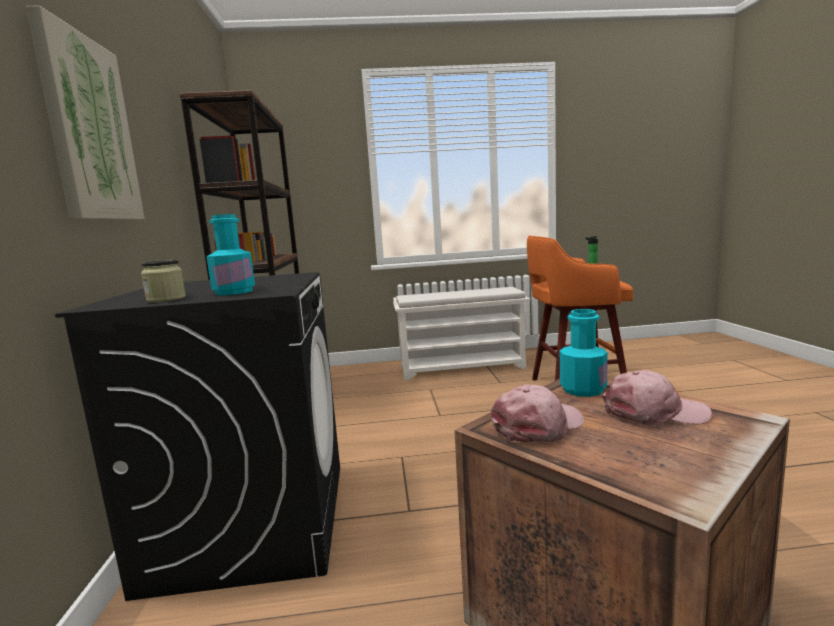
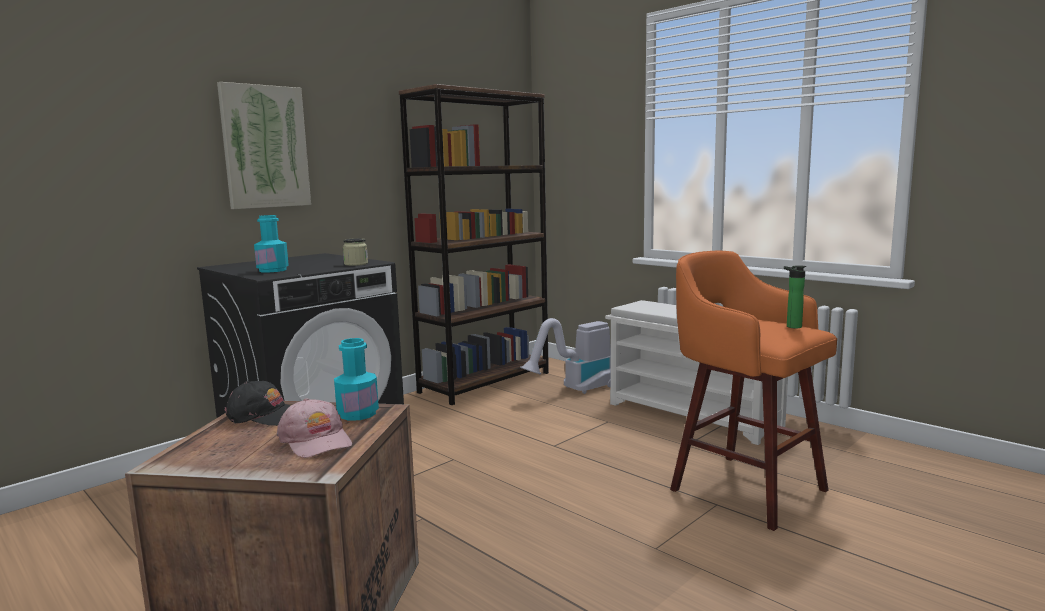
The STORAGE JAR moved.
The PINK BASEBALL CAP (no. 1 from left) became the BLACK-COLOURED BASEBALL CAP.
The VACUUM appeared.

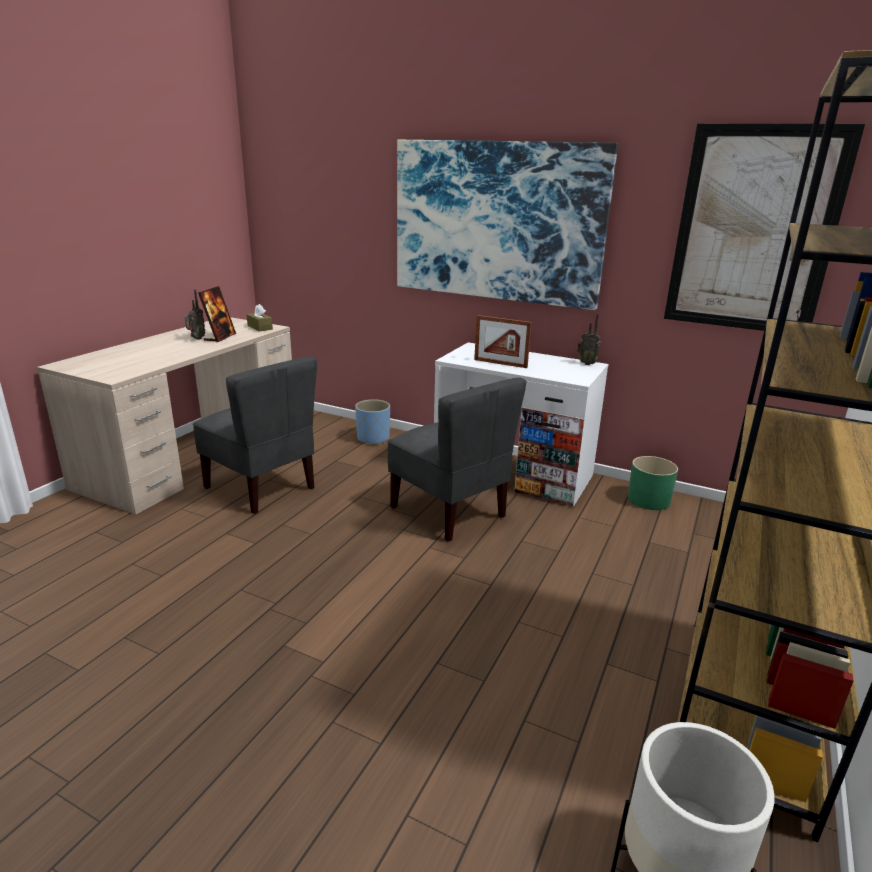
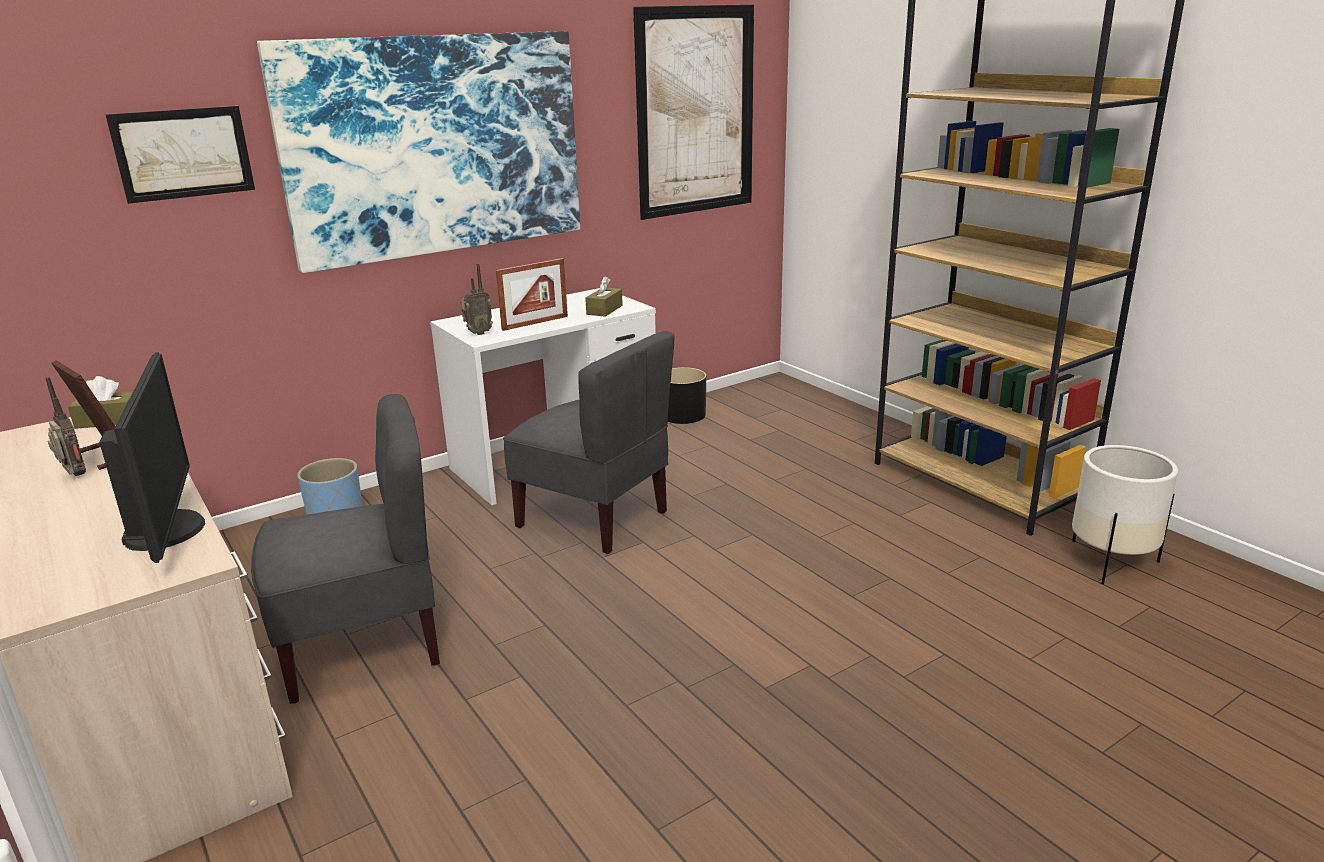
The RADIO RECEIVER (no. 2 from left) moved.
The GREY CHAIR (no. 2 from left) turned 45 degrees clockwise.
The GREEN-COLOURED PLANTER became the BLACK-COLOURED PLANTER.
The WALL PICTURE (no. 1 from left) appeared.
The BROWN TISSUE BOX (no. 2 from left) appeared.
The COMPUTER DISPLAY appeared.

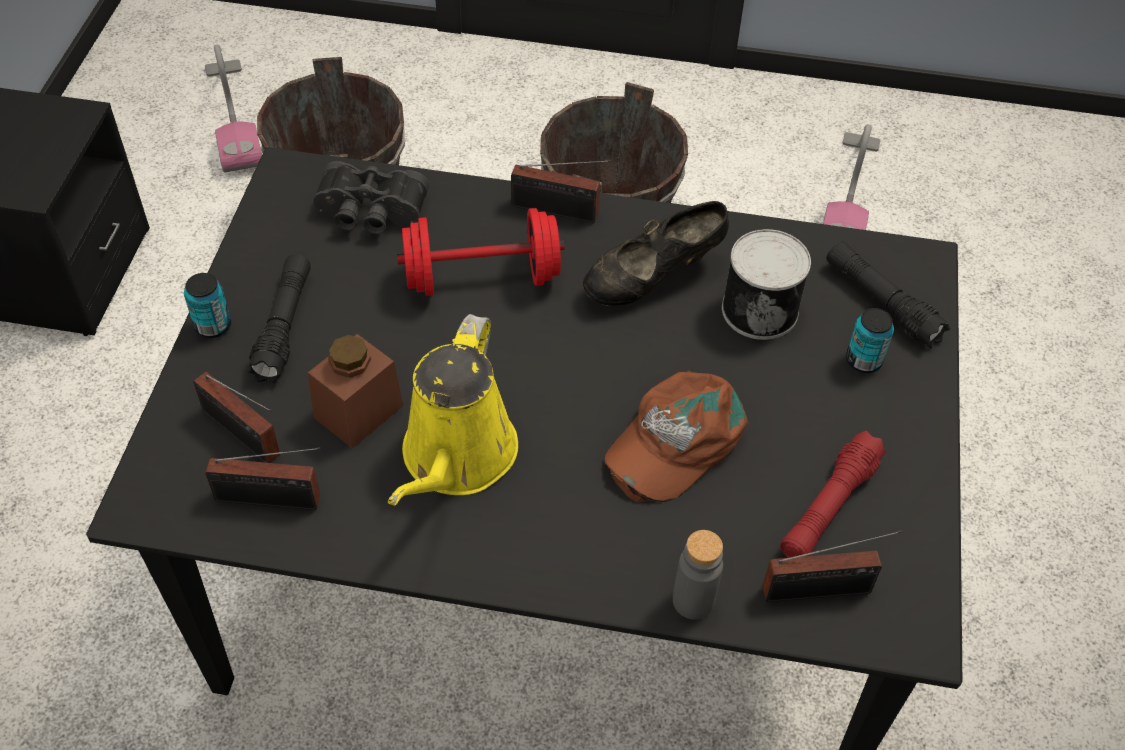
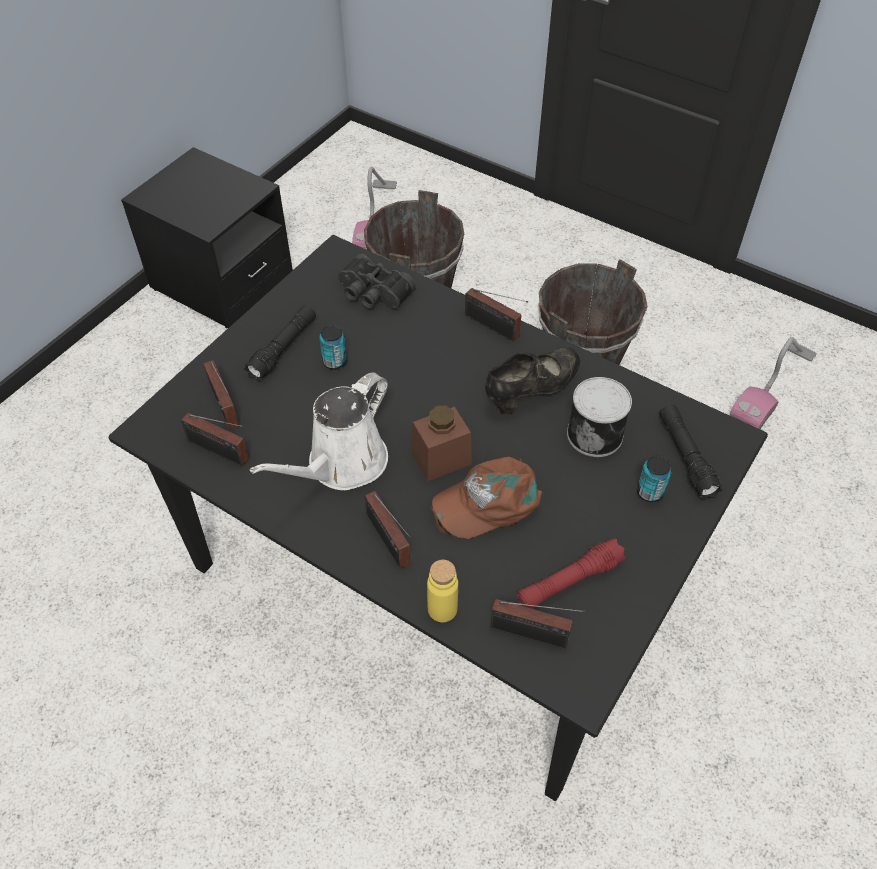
The BLACK-COLOURED LOW SHOE turned 150 degrees clockwise.
The RED-COLOURED DUMBBELL disappeared.
The METAL CAN (no. 1 from left) moved.
The YELLOWISH WATERING POT became the WHITE WATERING POT.
The BROWN STORAGE JAR moved.
The GREY DRINK BOTTLE became the YELLOWISH DRINK BOTTLE.
The RADIO RECEIVER (no. 3 from left) appeared.

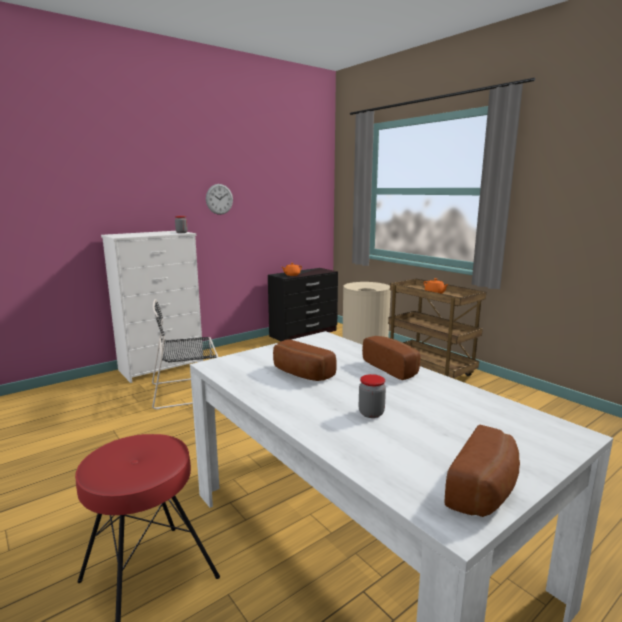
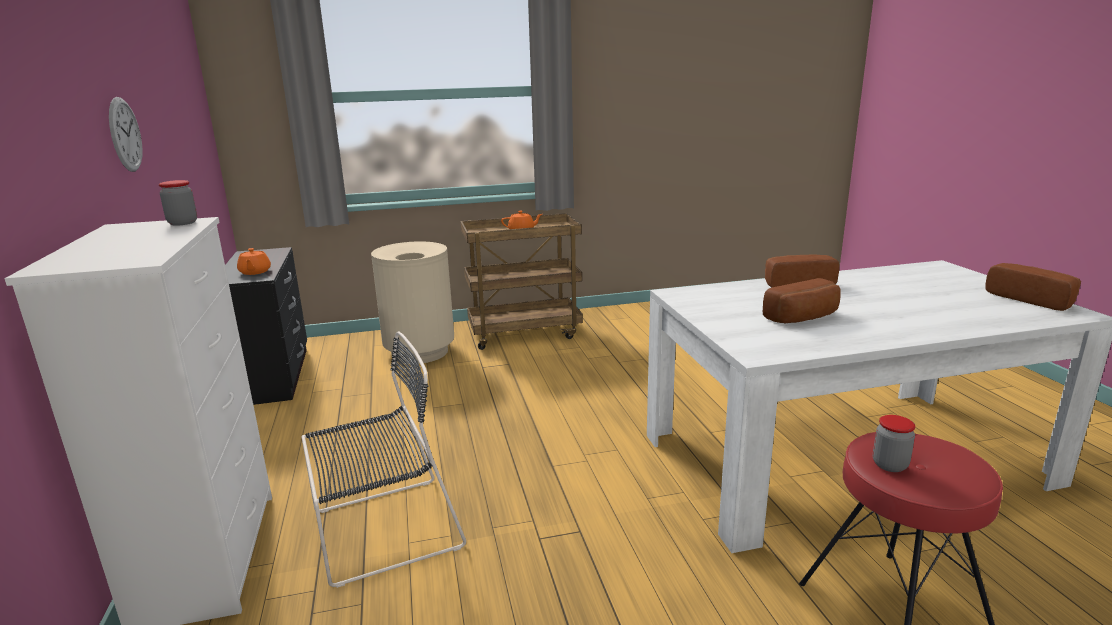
The BLACK-COLOURED CHAIR turned 120 degrees counterclockwise.
The STORAGE JAR (no. 2 from left) moved.

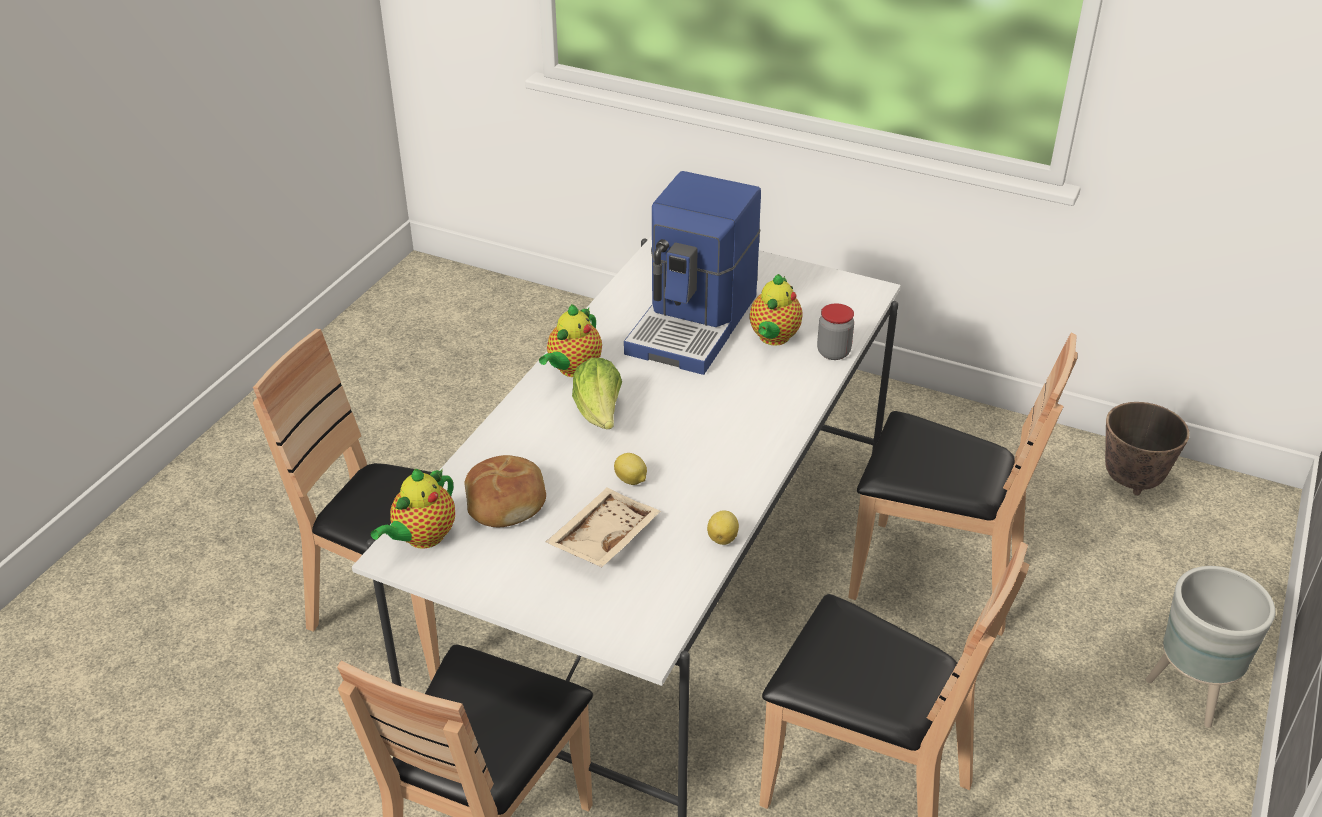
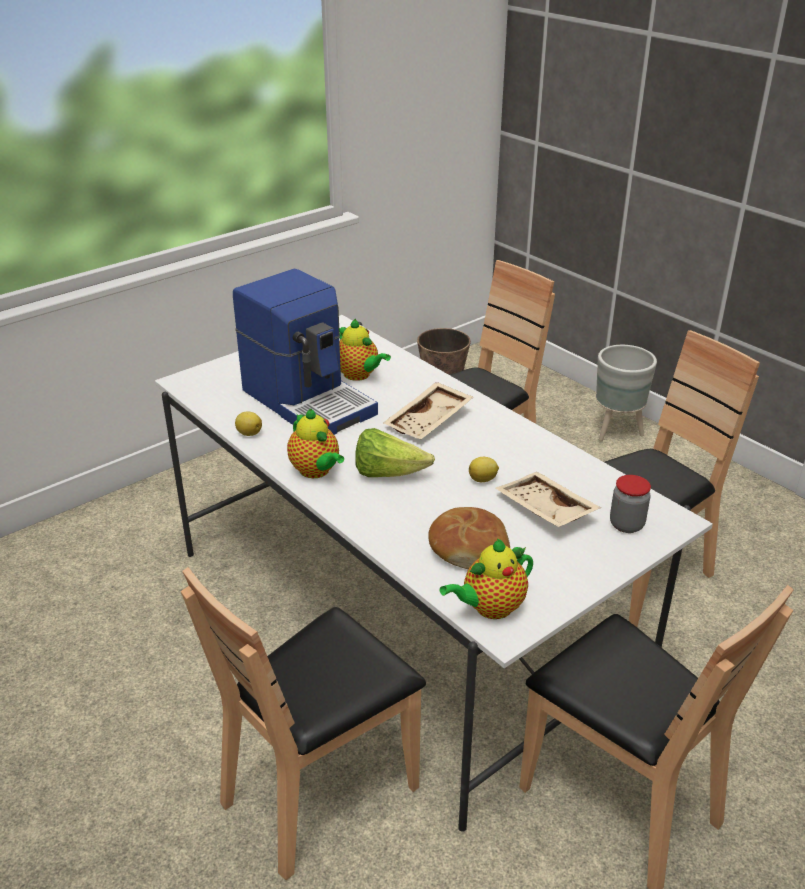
The STORAGE JAR moved.
The TEA POT (no. 1 from left in the first image) turned 90 degrees clockwise.
The LEMON (no. 2 from left in the first image) moved.
The SAND-COLOURED TRAY (no. 1 from left) appeared.

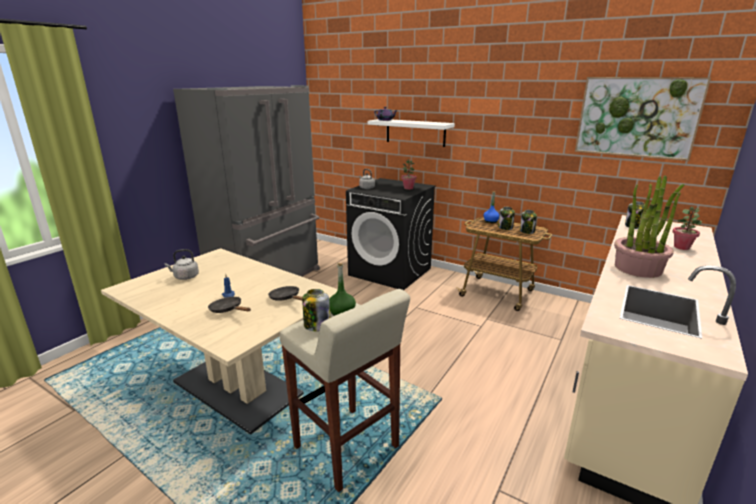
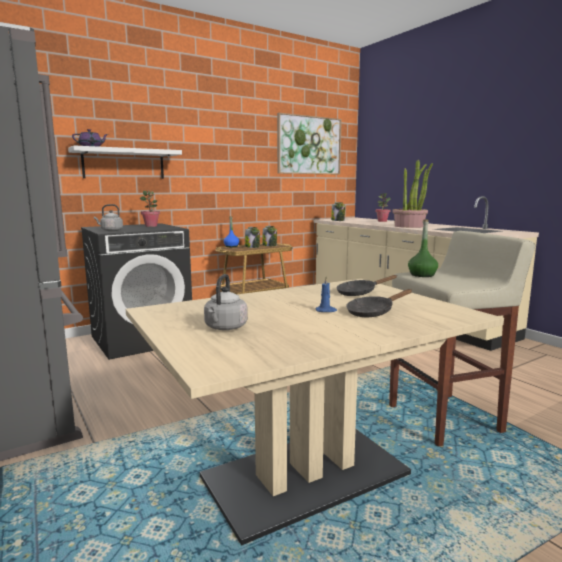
The STORAGE JAR (no. 1 from left) disappeared.

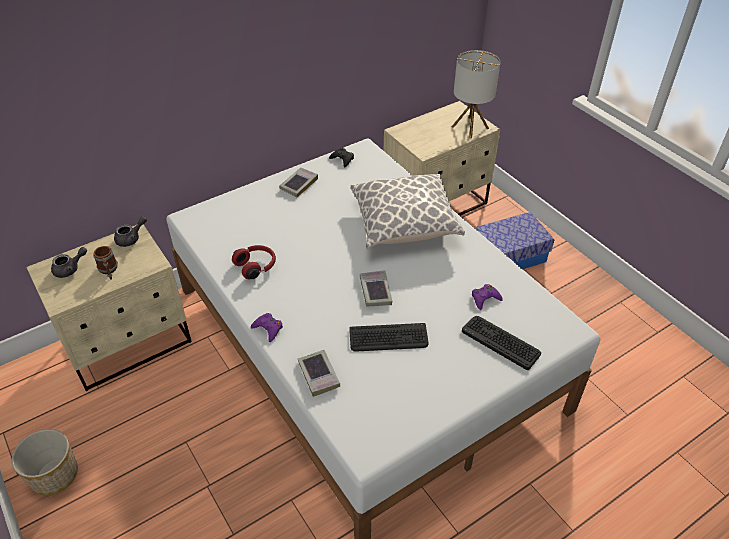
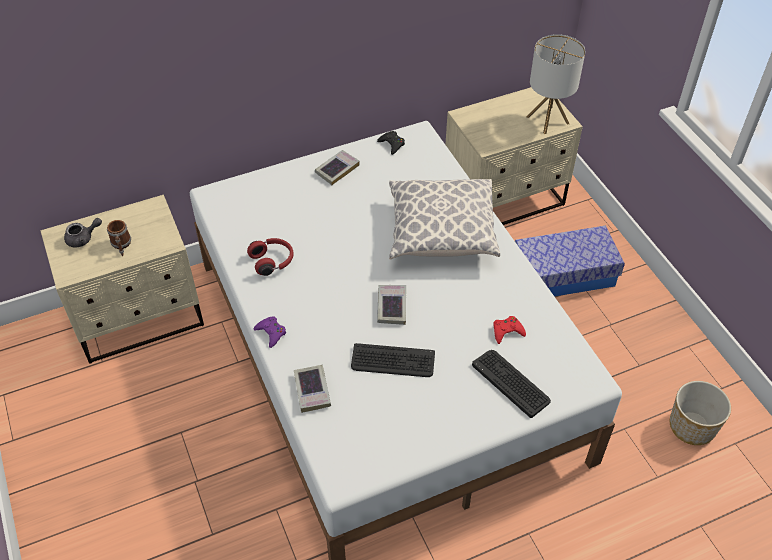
The GREY TEA POT (no. 2 from left) disappeared.
The PURPLISH GAMEPAD (no. 2 from left) became the RED-COLOURED GAMEPAD.
The PLANTER moved.

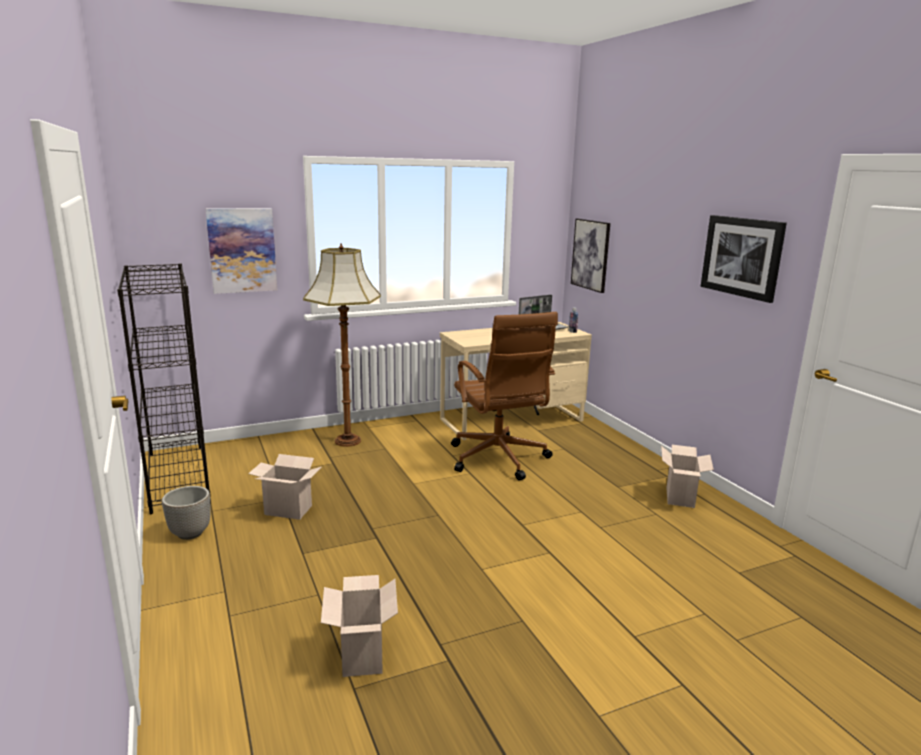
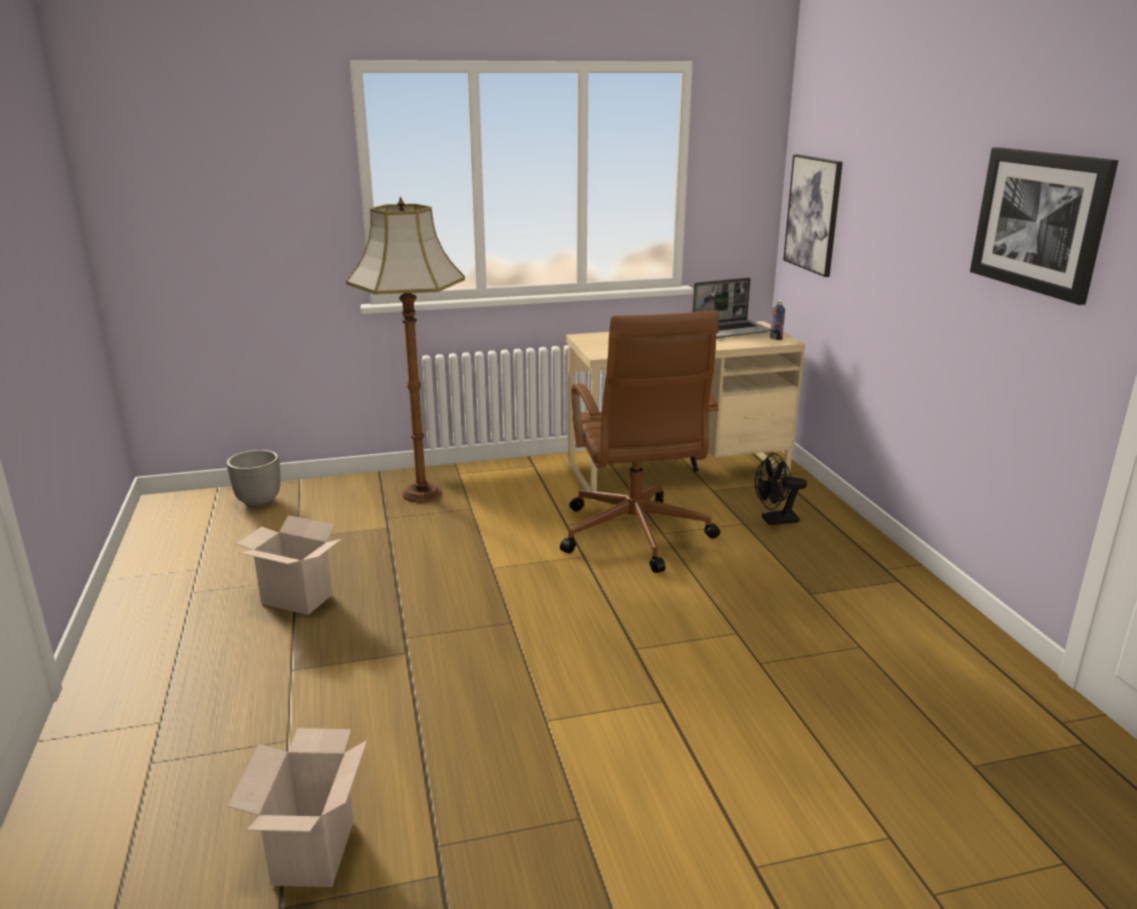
The WALL PICTURE (no. 1 from left) disappeared.
The BLACK-COLOURED BOOKSHELF disappeared.
The CARTON (no. 3 from left) disappeared.
The PLANTER moved.
The BLACK-COLOURED FAN appeared.

